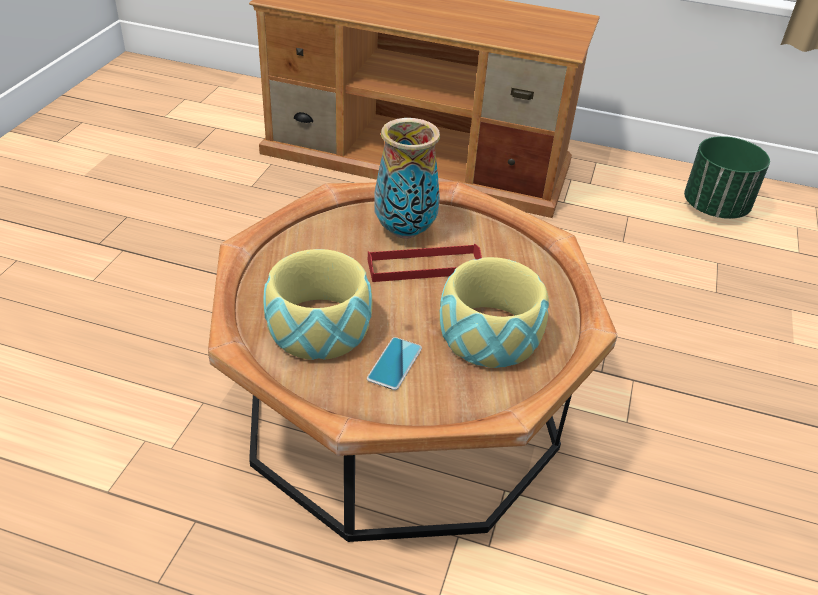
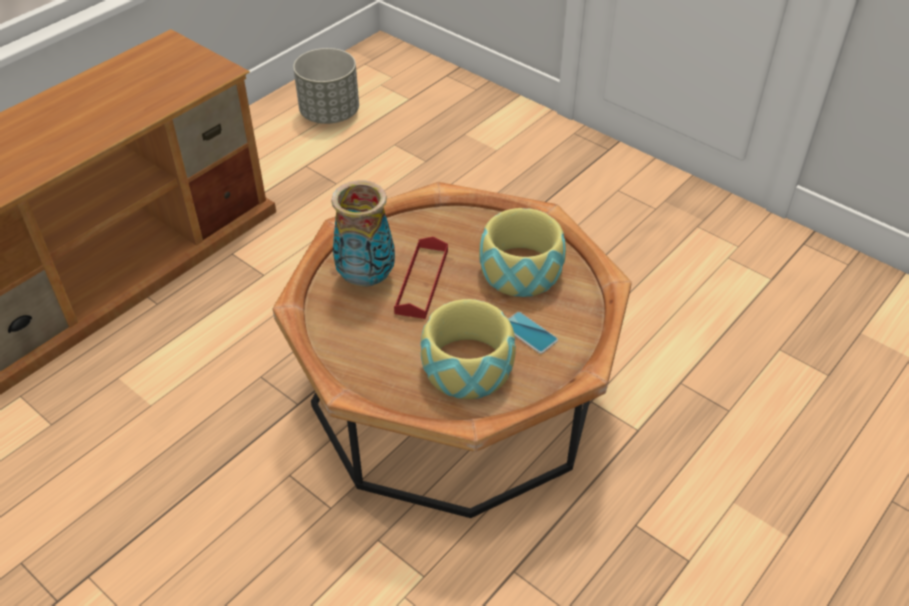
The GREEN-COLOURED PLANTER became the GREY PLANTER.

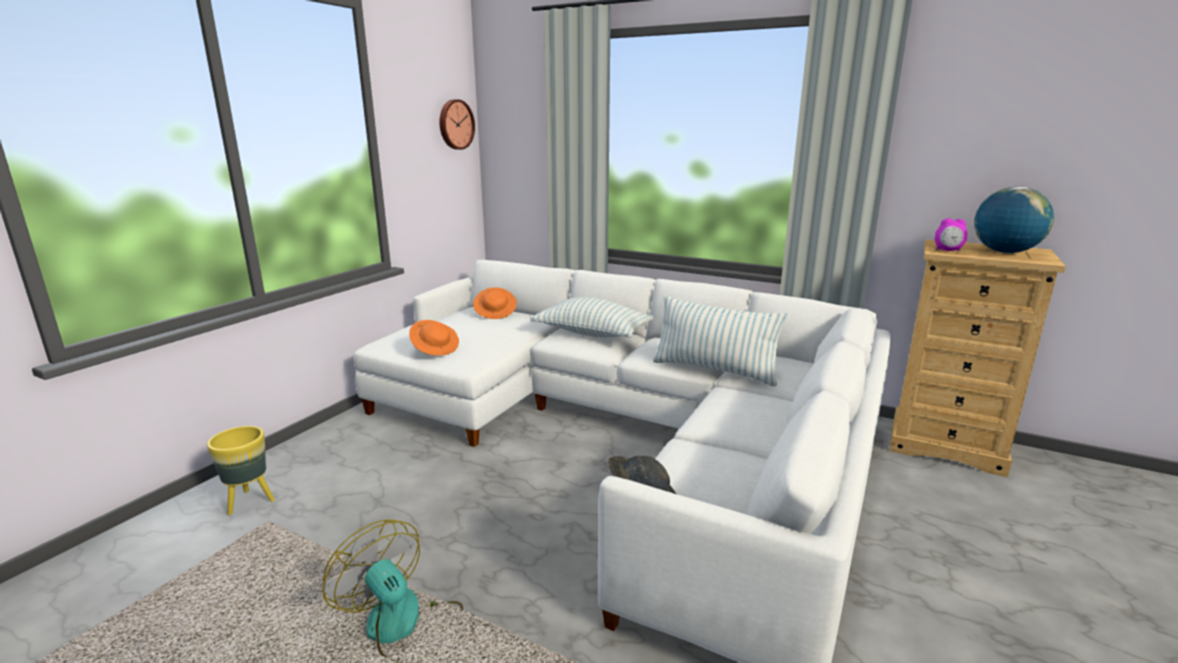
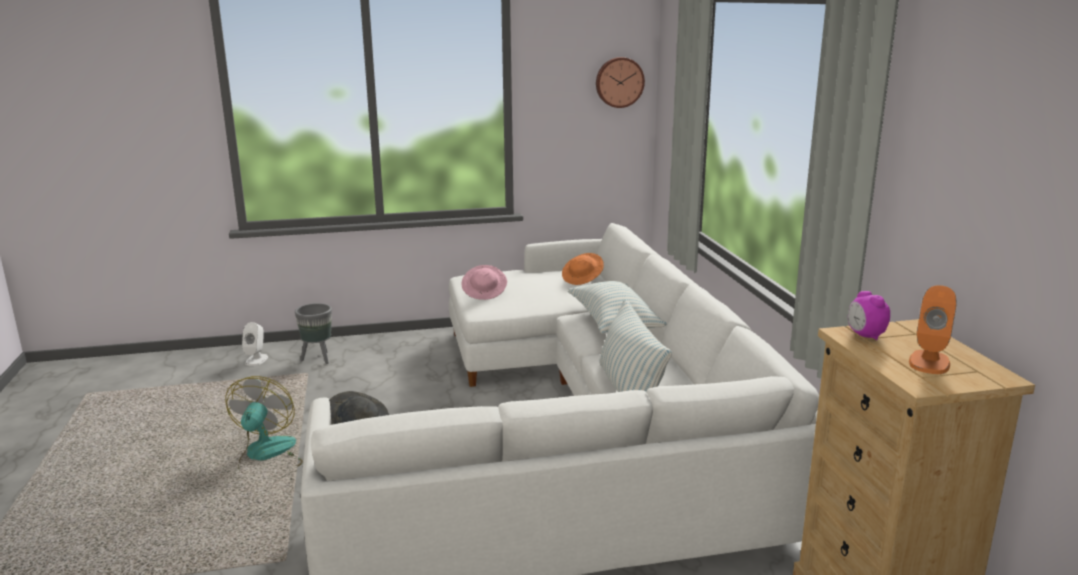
The WORLD GLOBE was replaced by the ORANGE AUDIO SPEAKER.
The ORANGE HAT (no. 1 from left) became the PINK HAT.
The YELLOWISH PLANTER became the GREY PLANTER.
The WHITE AUDIO SPEAKER appeared.

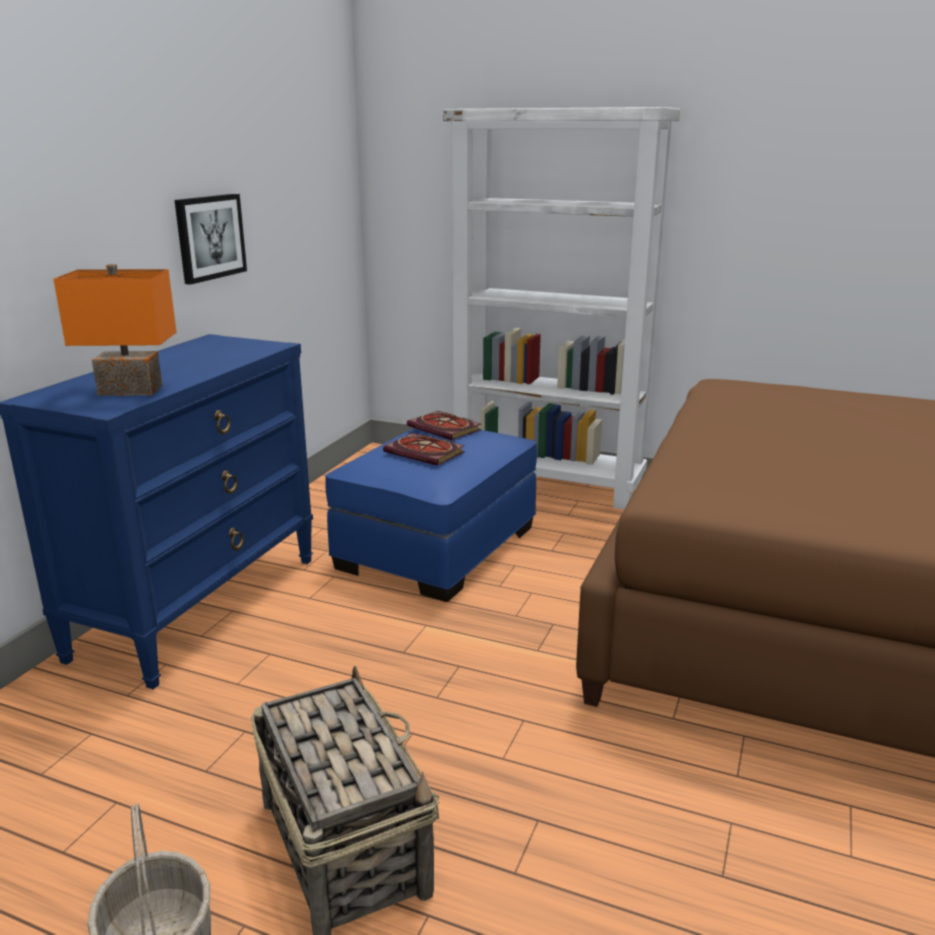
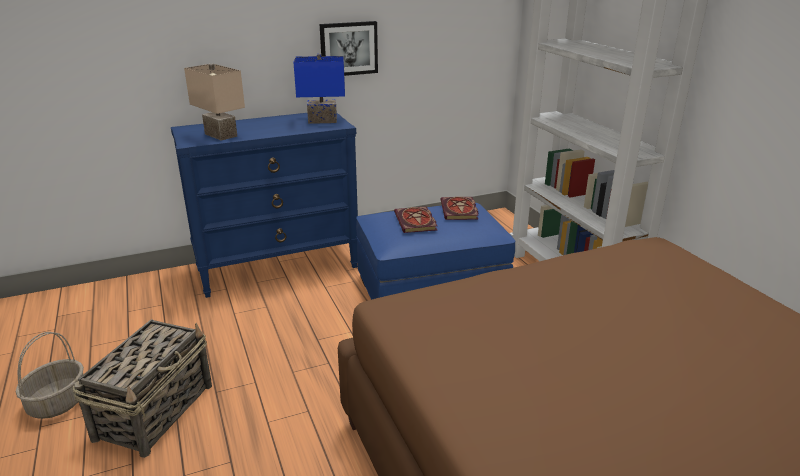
The ORANGE LAMP FOR A TABLE became the SAND-COLOURED LAMP FOR A TABLE.
The BLUE LAMP FOR A TABLE appeared.

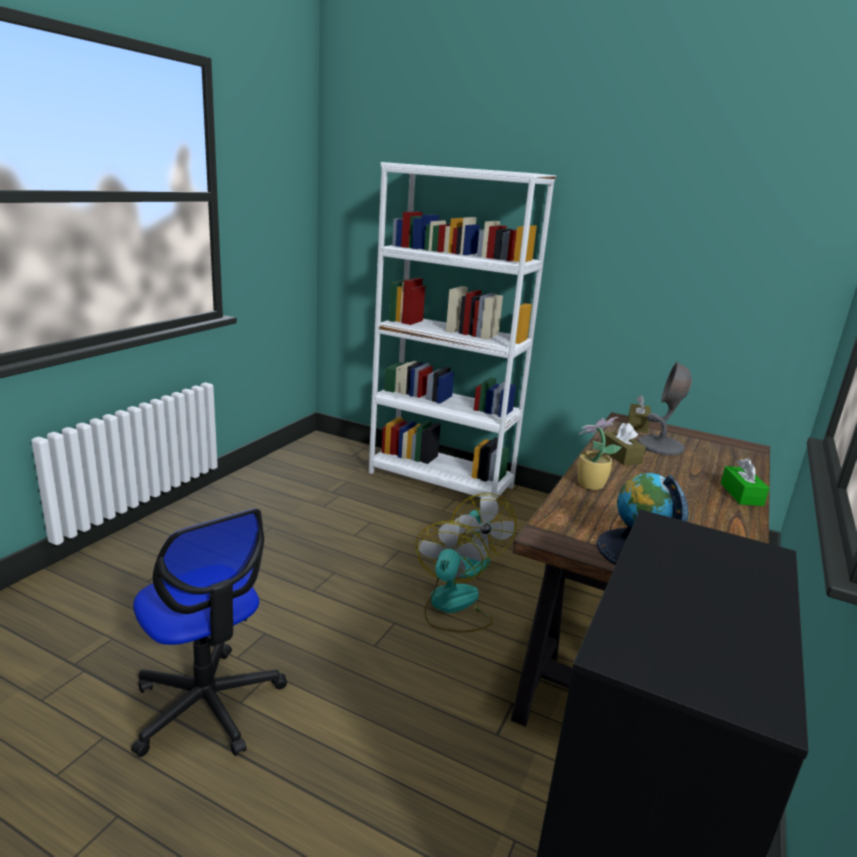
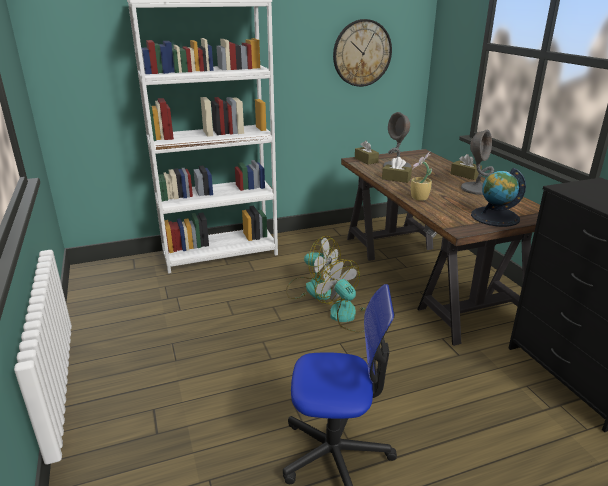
The GREEN-COLOURED TISSUE BOX became the BROWN TISSUE BOX (no. 3 from left).
The WALL CLOCK appeared.
The GREY LAMP FOR A TABLE (no. 2 from left) appeared.

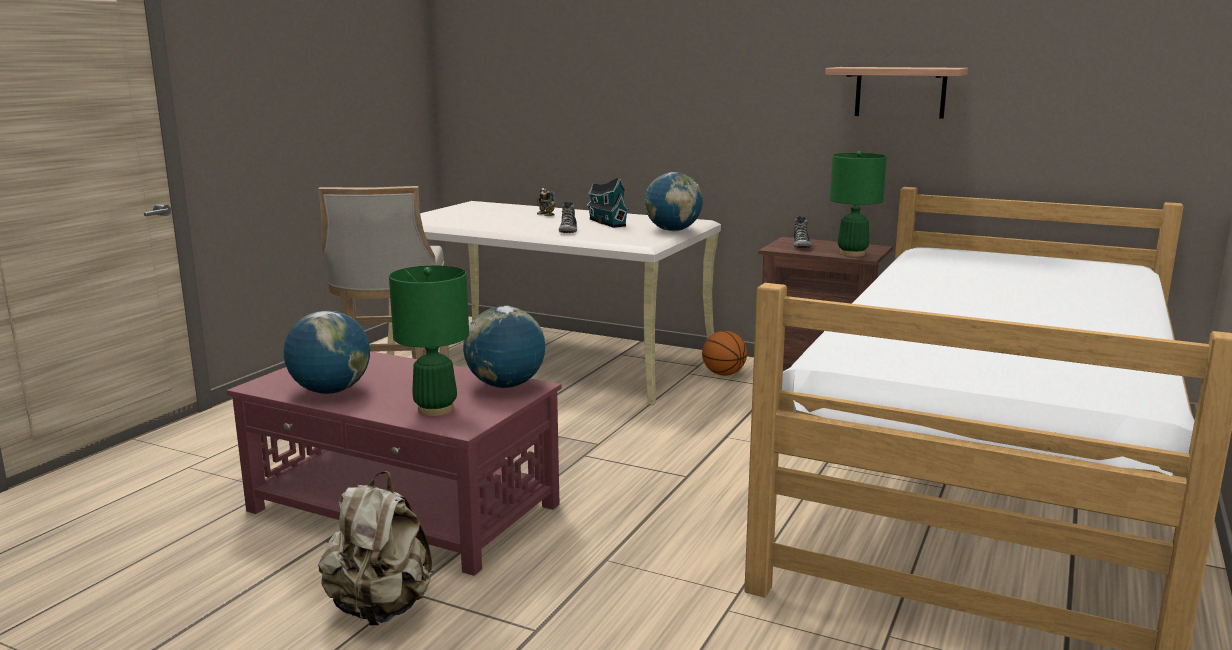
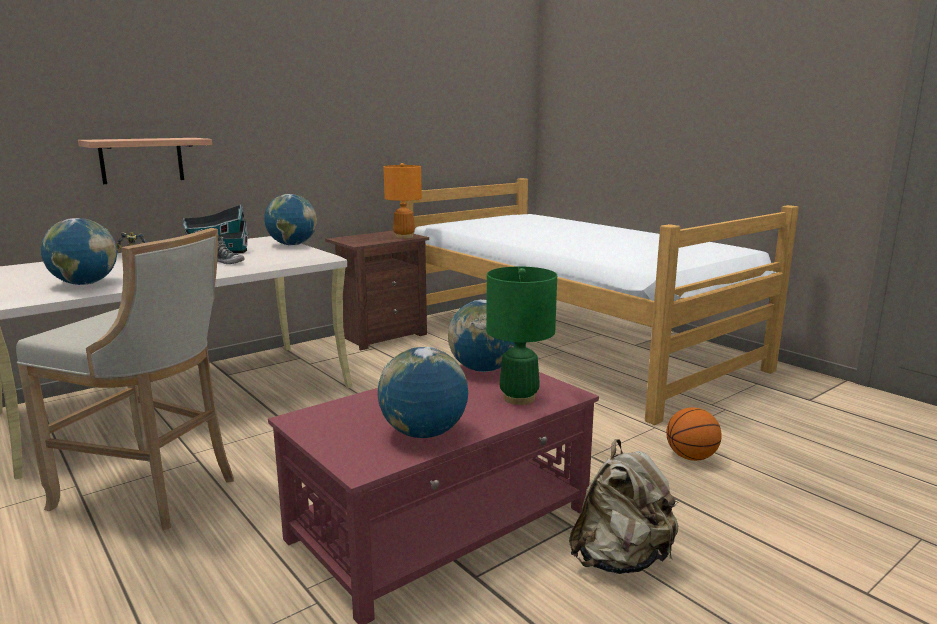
The BRACKET SHELF moved.
The GREEN-COLOURED LAMP FOR A TABLE (no. 2 from left) became the ORANGE LAMP FOR A TABLE.
The LOW SHOE (no. 2 from left) disappeared.
The BASKETBALL moved.
The WORLD GLOBE (no. 1 from left) appeared.

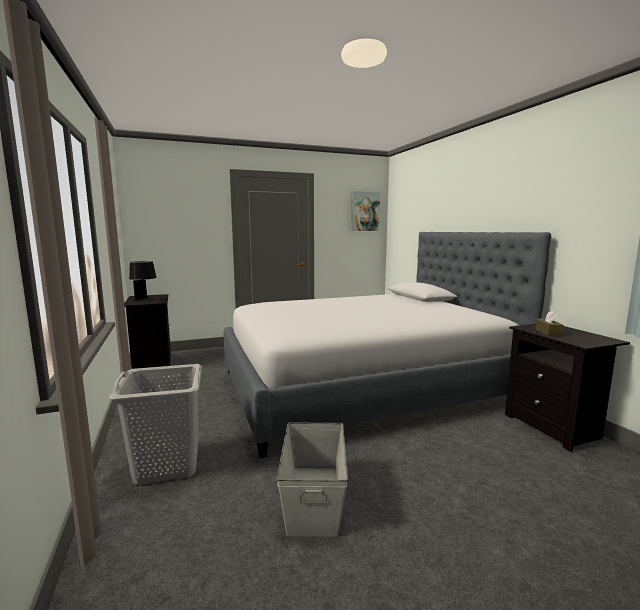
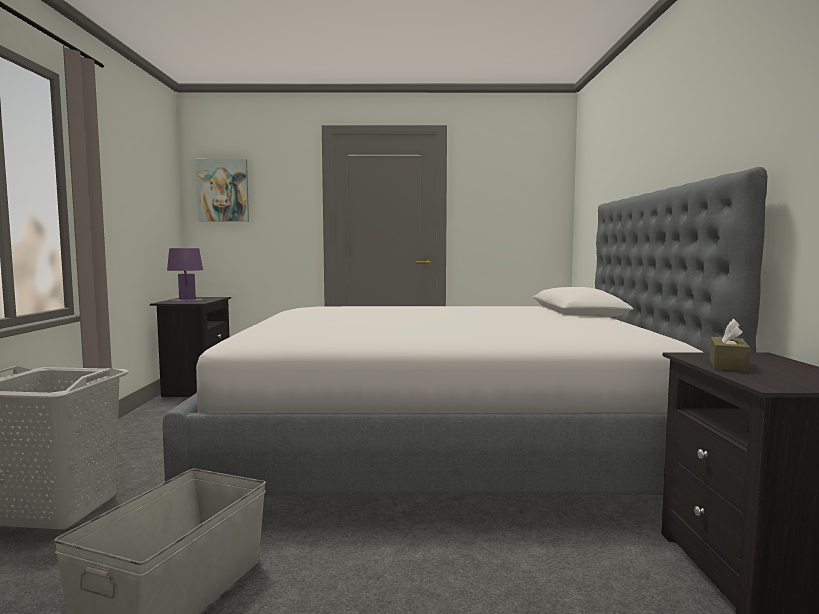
The WALL PICTURE moved.
The BLACK-COLOURED LAMP FOR A TABLE became the PURPLISH LAMP FOR A TABLE.

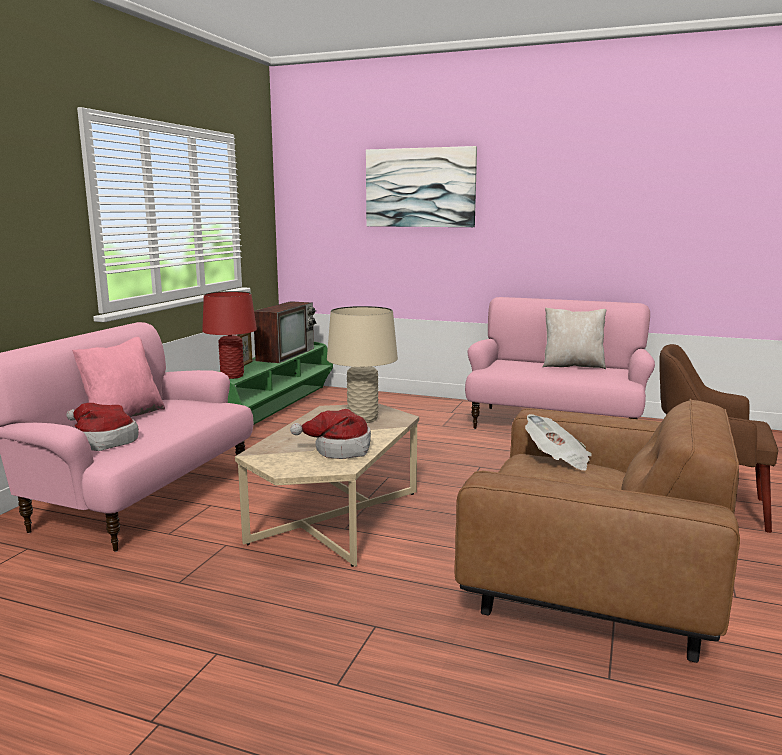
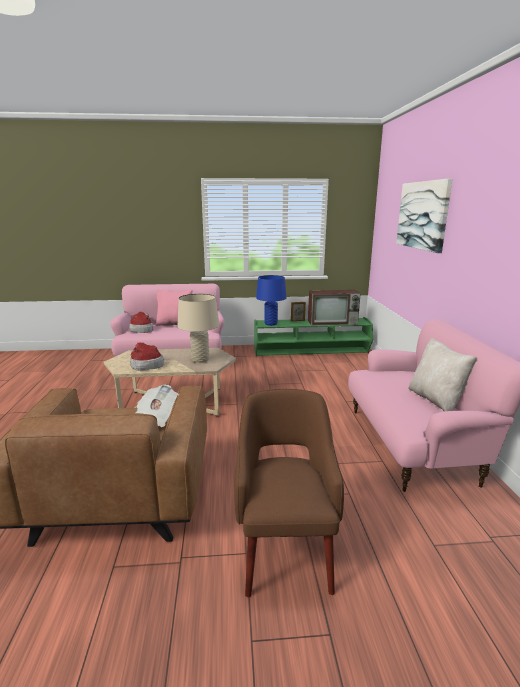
The RED-COLOURED LAMP FOR A TABLE became the BLUE LAMP FOR A TABLE.

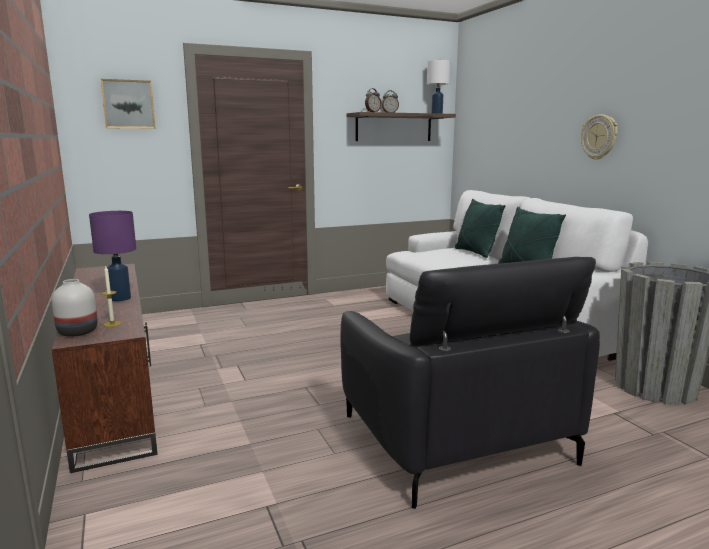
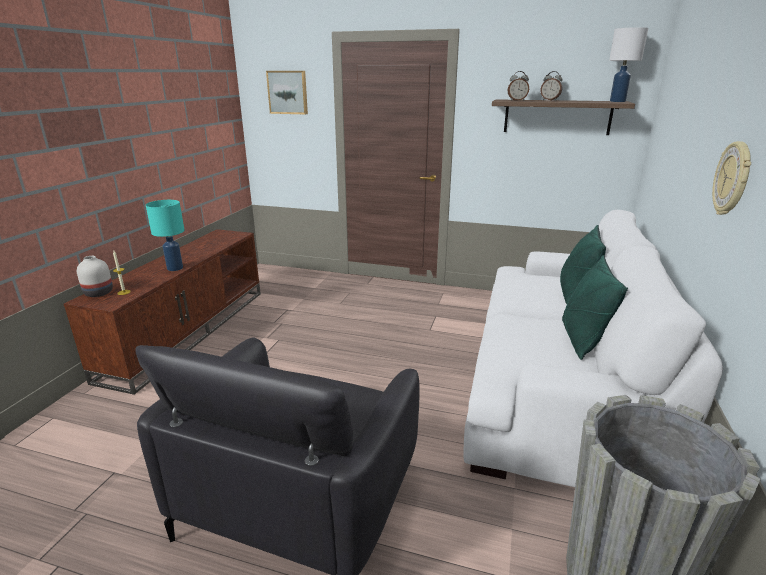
The PURPLISH LAMP FOR A TABLE became the TURQUOISE-COLOURED LAMP FOR A TABLE.

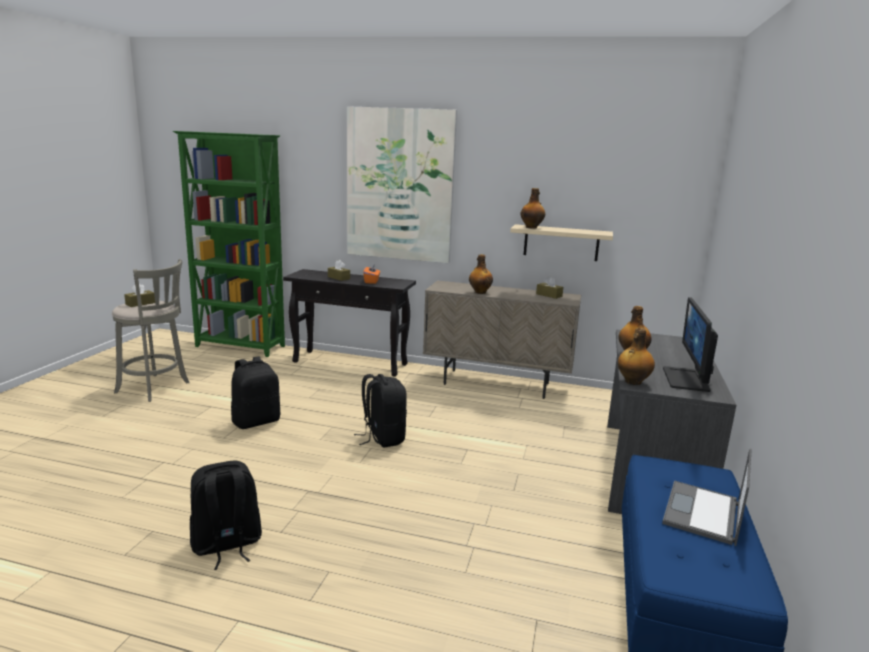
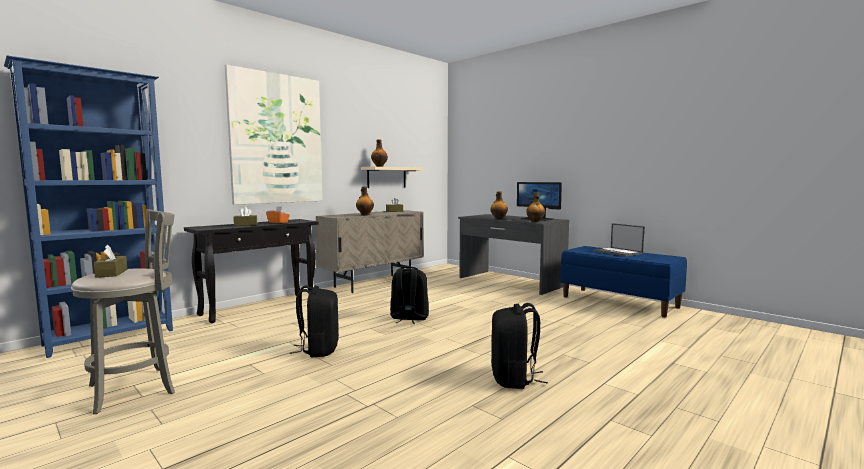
The GREEN-COLOURED BOOKSHELF became the BLUE BOOKSHELF.

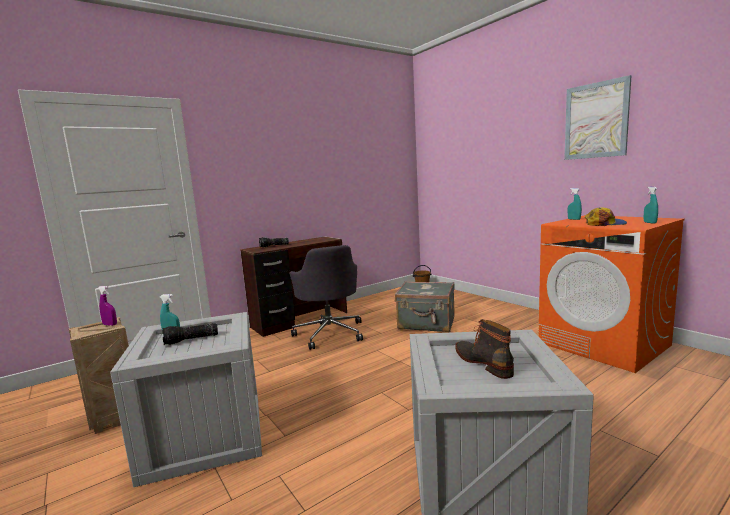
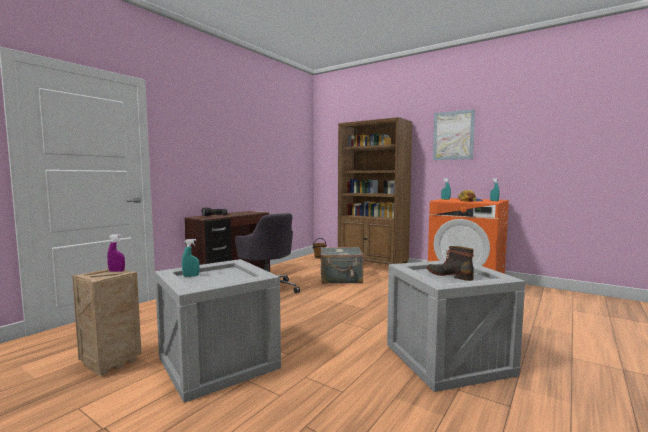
The TORCH (no. 1 from left) disappeared.
The BROWN BOOKSHELF appeared.

